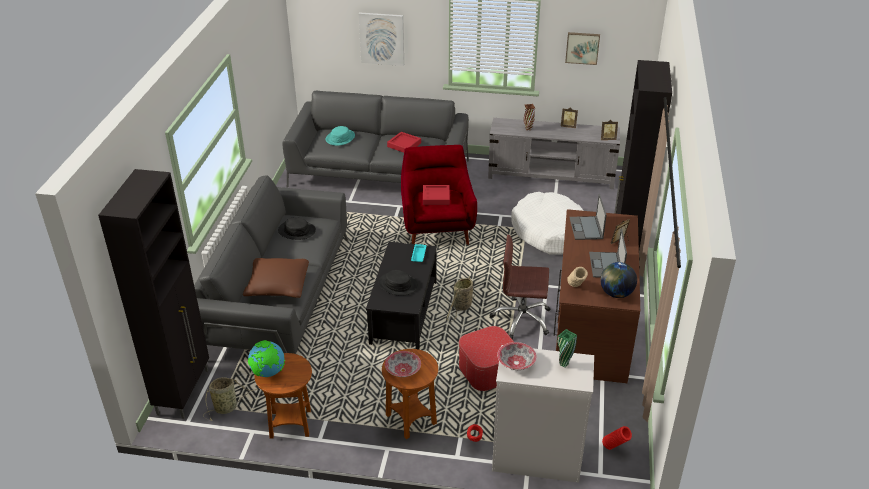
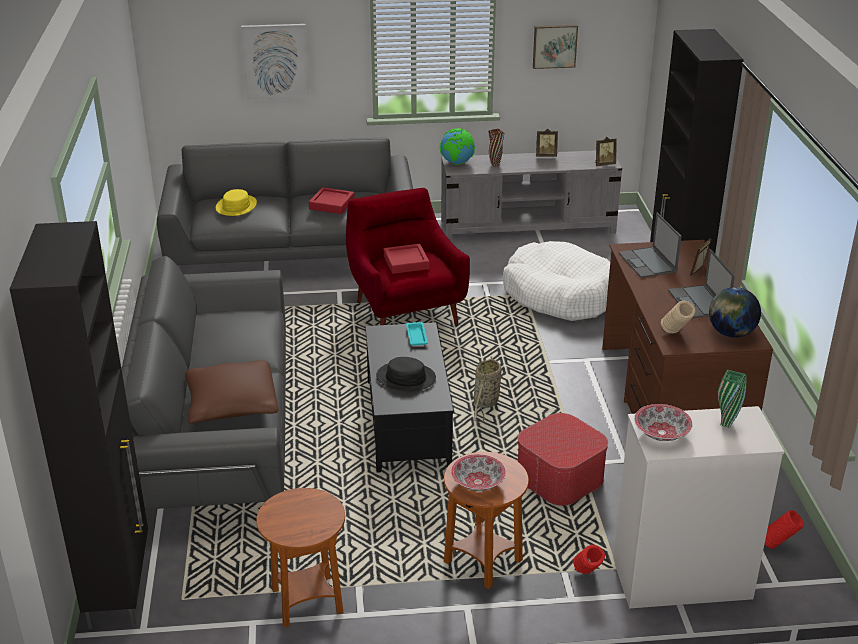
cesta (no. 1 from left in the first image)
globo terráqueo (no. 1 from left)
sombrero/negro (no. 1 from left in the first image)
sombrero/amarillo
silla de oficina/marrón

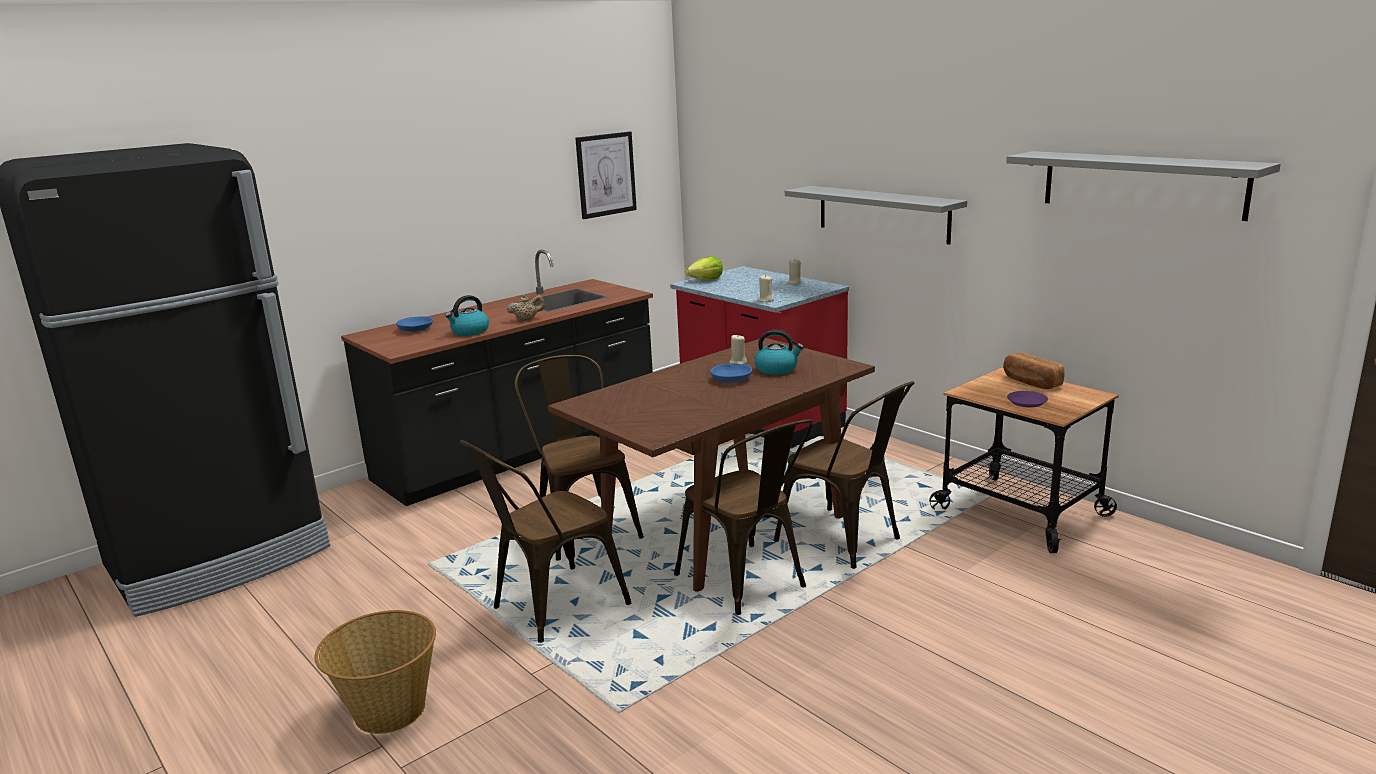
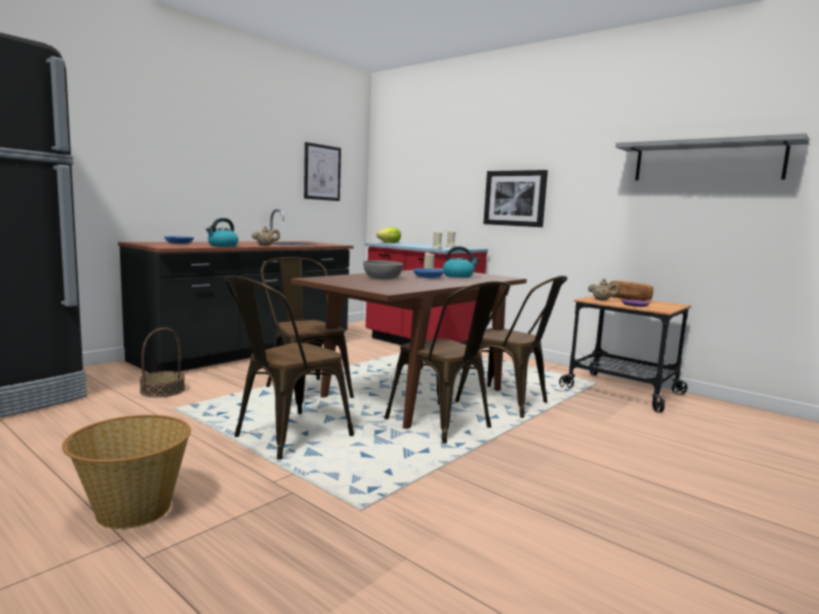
cuadro (no. 2 from left)
cesta (no. 2 from left)
cuenco/gris
tetera/beis (no. 2 from left)

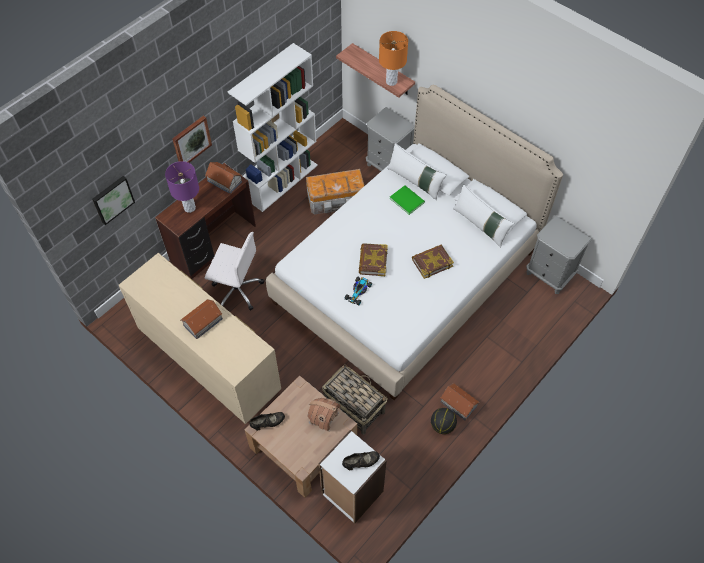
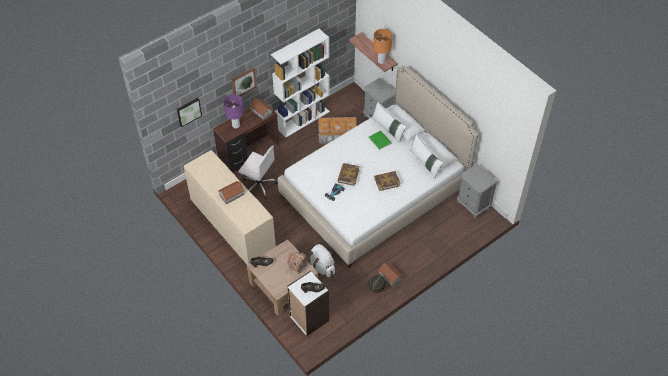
mochila/blanco

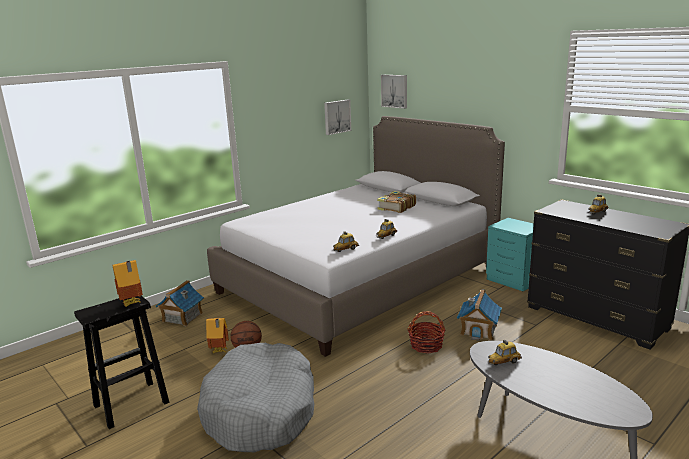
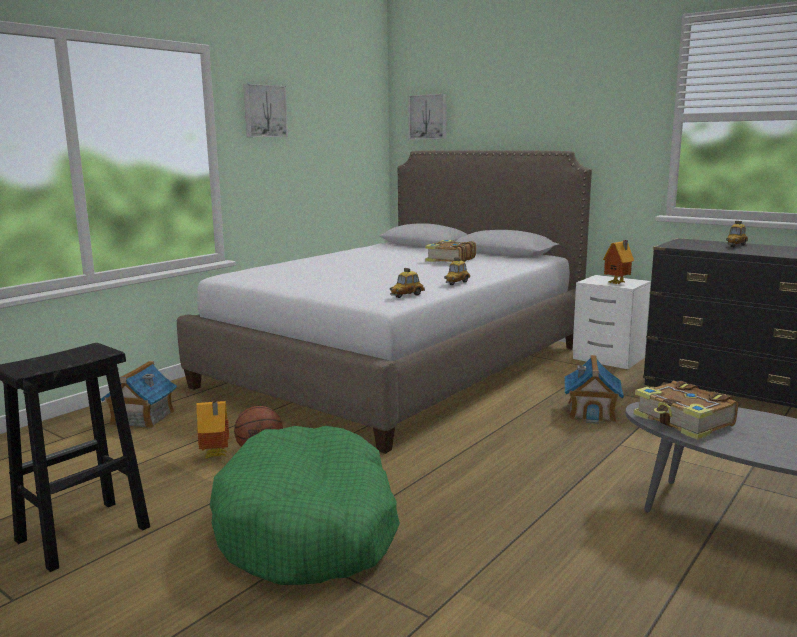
casita (no. 4 from left)
cama para perro/verde
cuadro (no. 1 from left)
cesta
mesita de noche/blanco
libro (no. 2 from left)

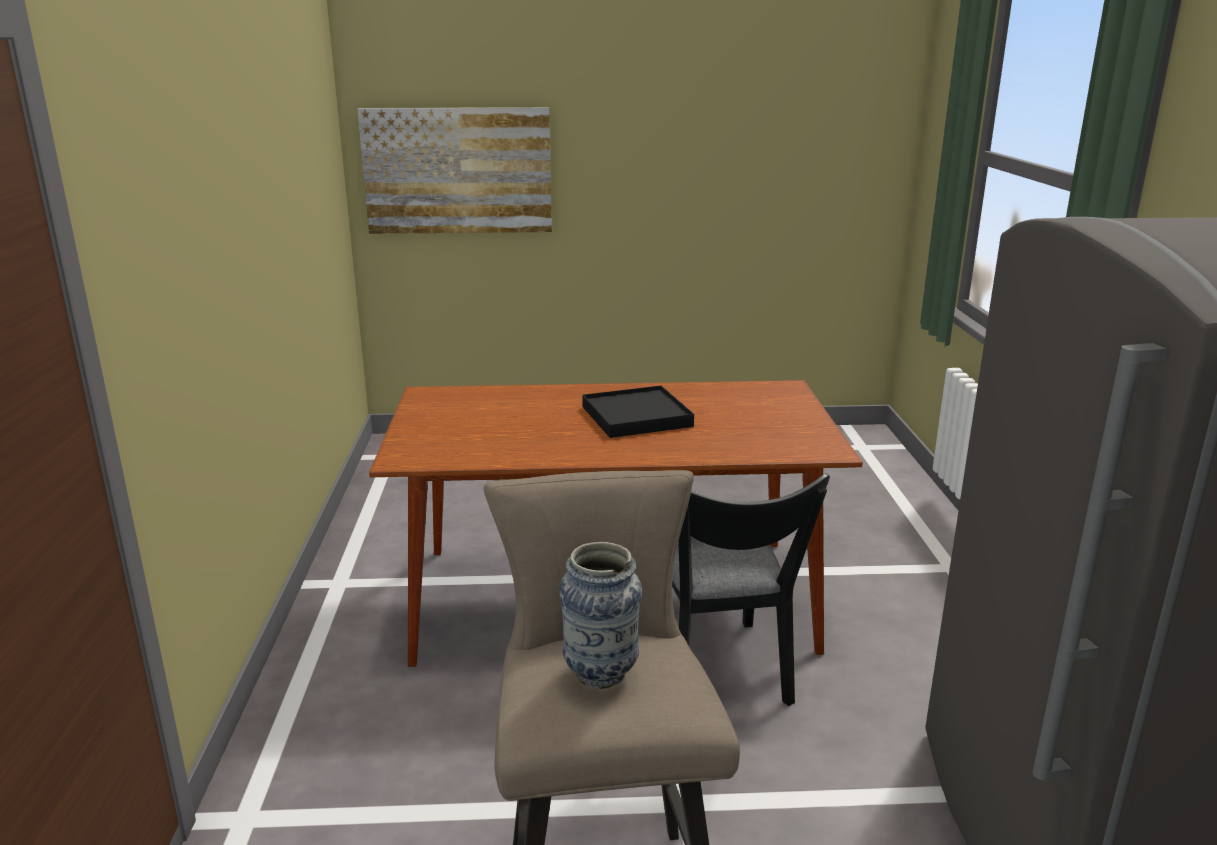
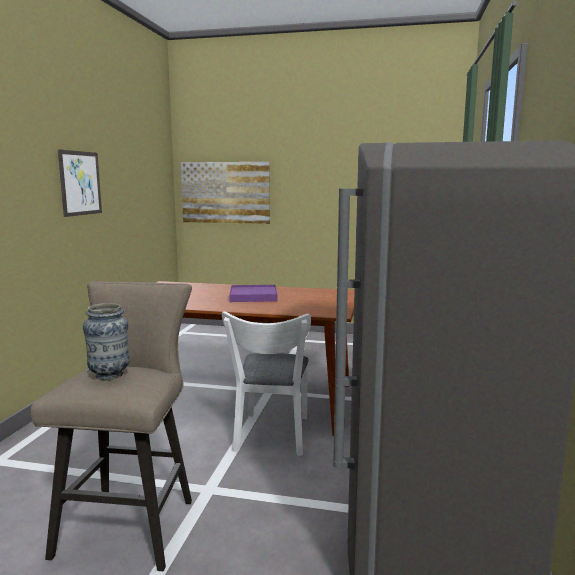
bandeja/morado
silla/blanco
cuadro (no. 1 from left)

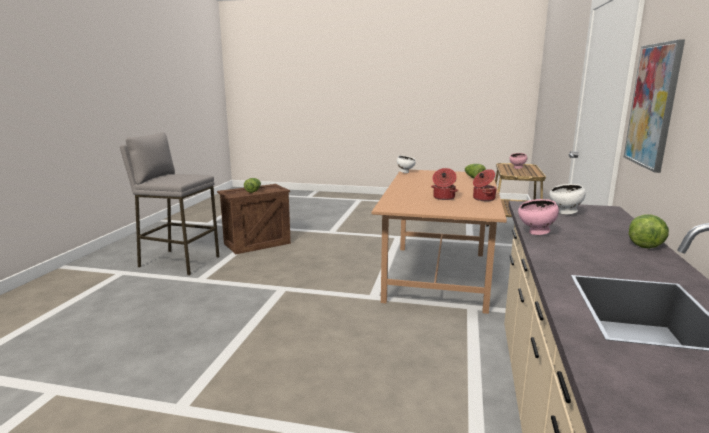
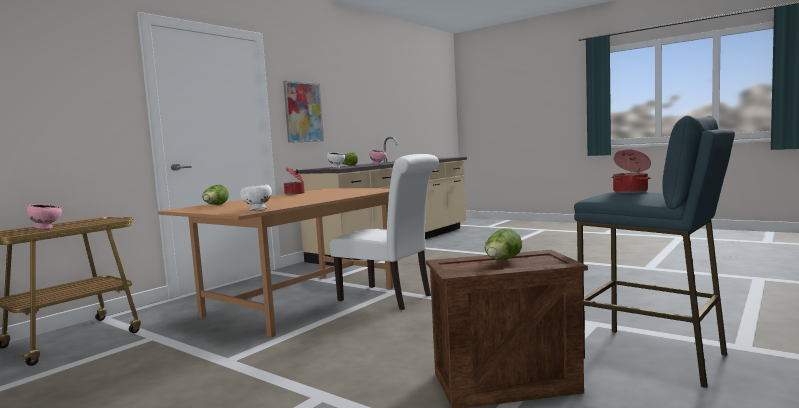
taburete/azul
olla (no. 2 from left)
silla/blanco

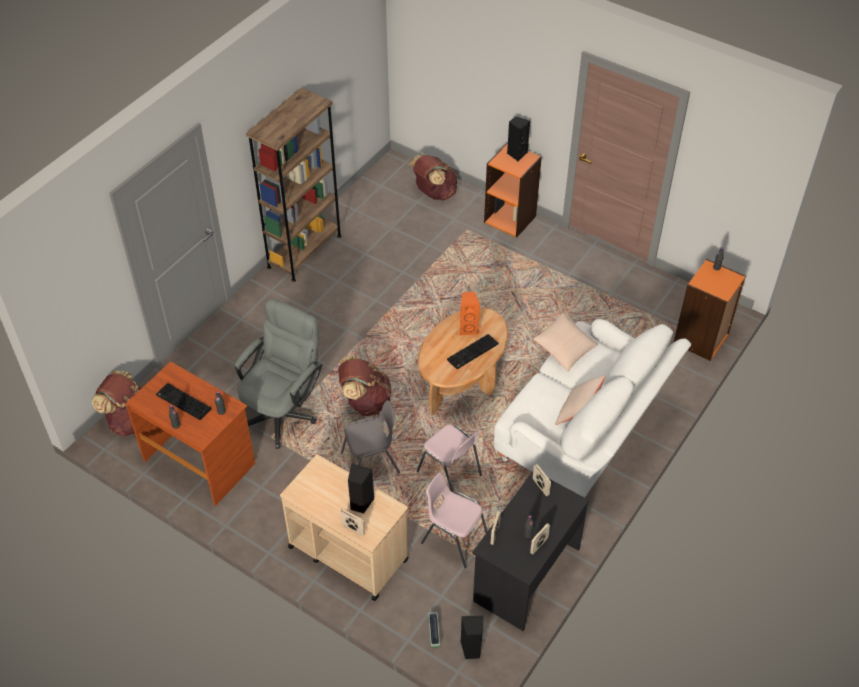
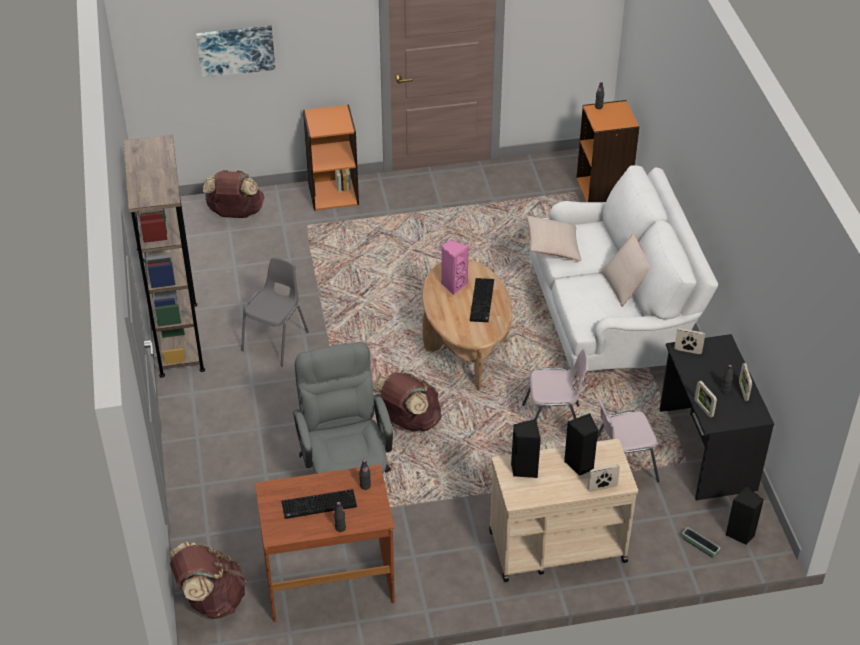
silla/gris
altavoz/rosa
altavoz/negro (no. 1 from left)
cuadro

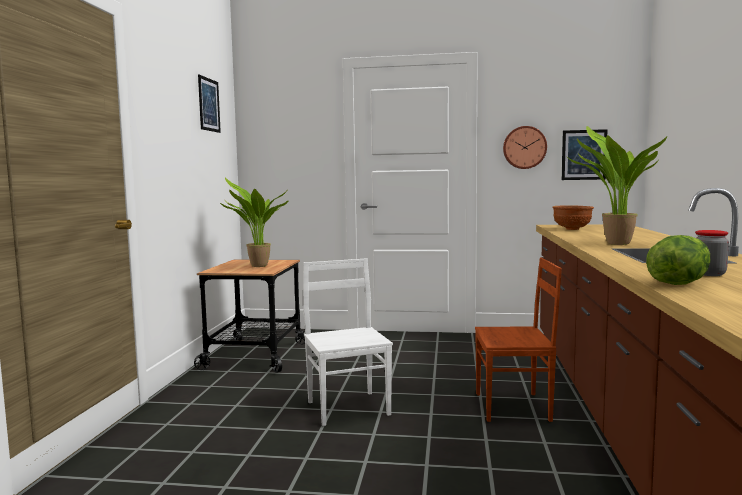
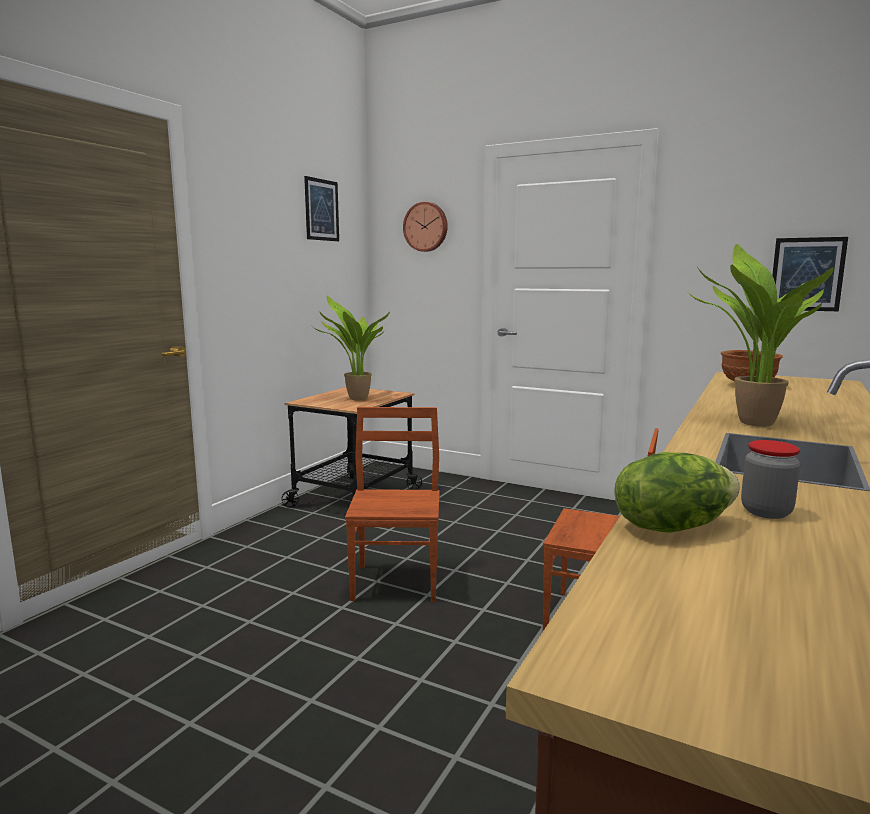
silla/marrón (no. 1 from left)
reloj de pared

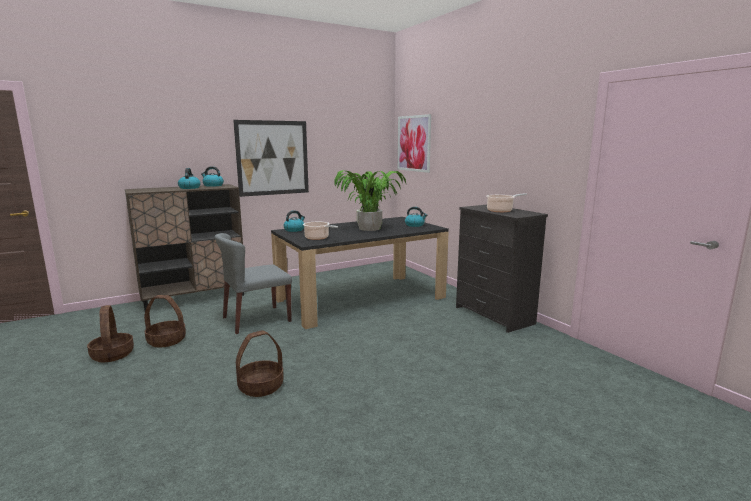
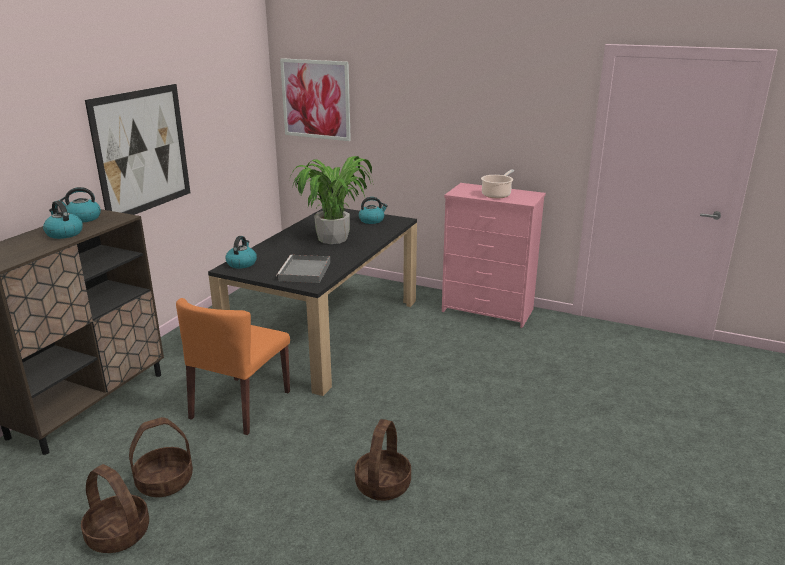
silla/naranja
bandeja/gris
cómoda/rosa

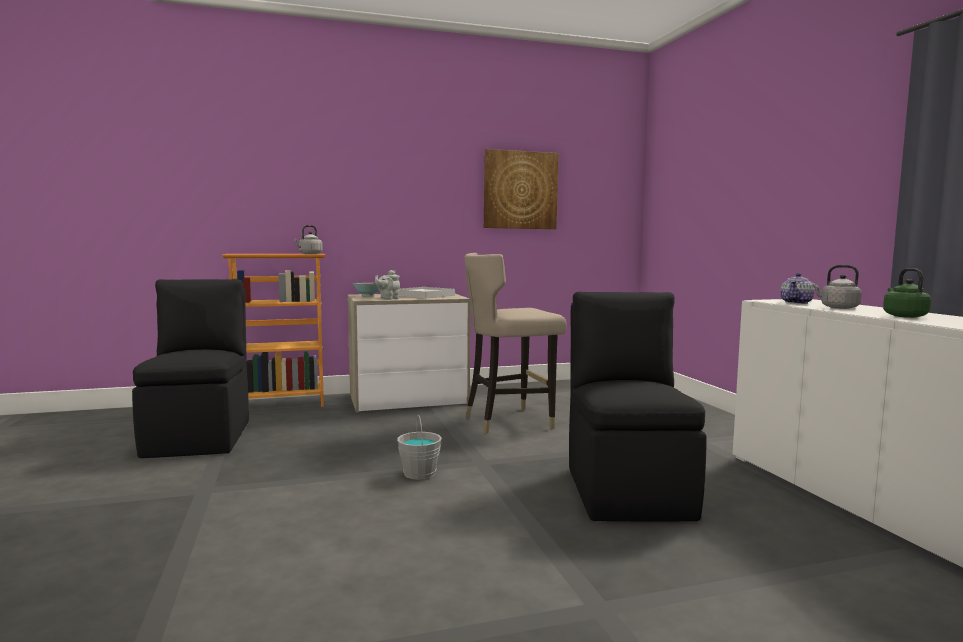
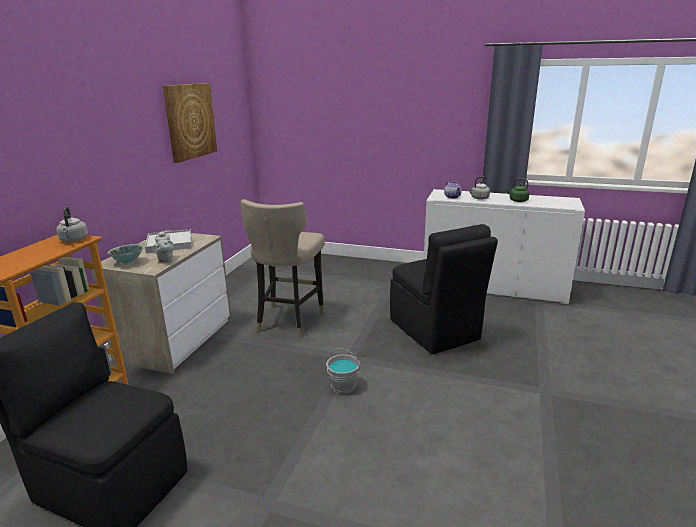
silla/negro (no. 2 from left)

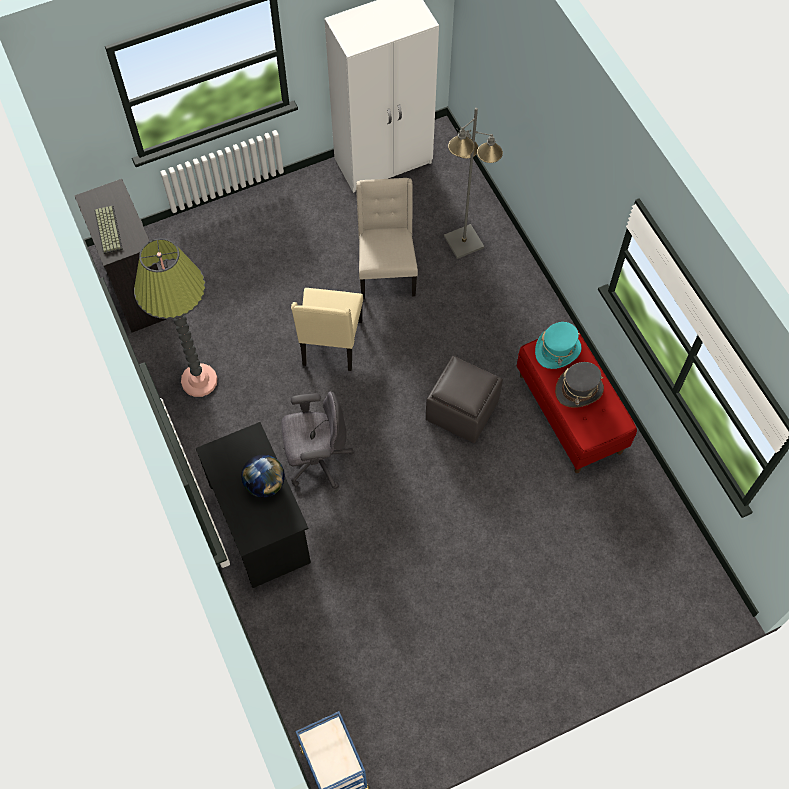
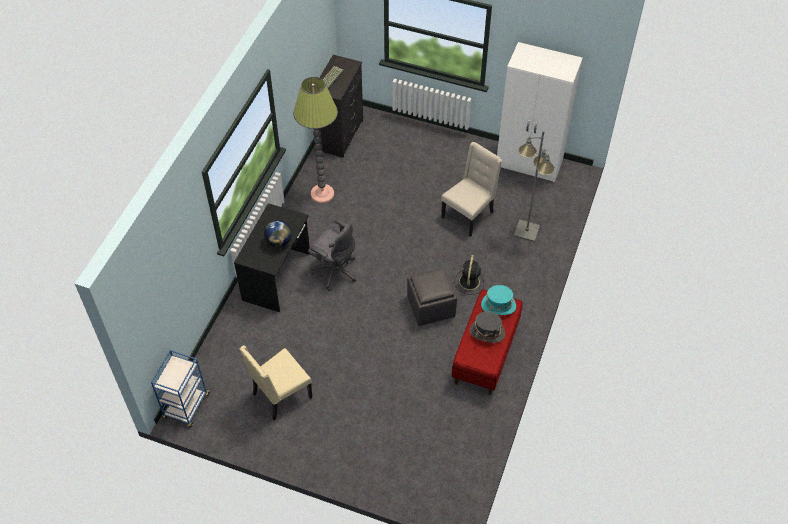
silla/beis (no. 1 from left)
ventilador/negro

